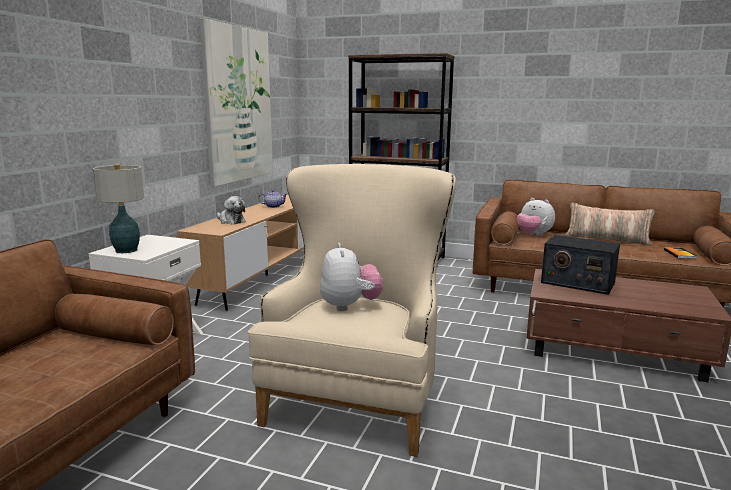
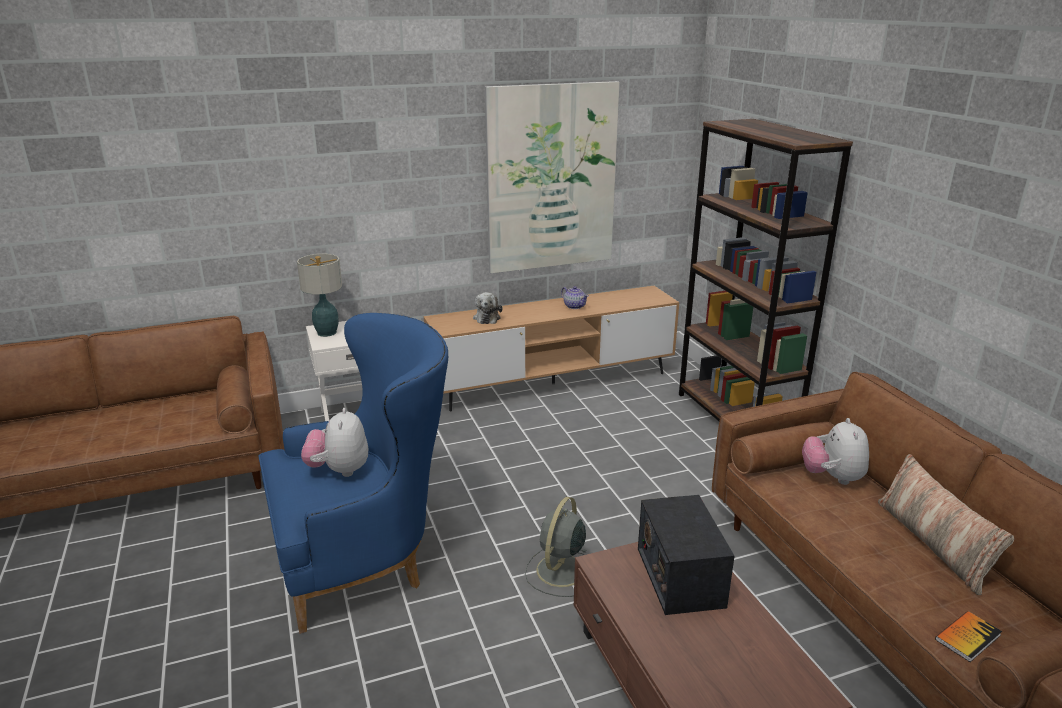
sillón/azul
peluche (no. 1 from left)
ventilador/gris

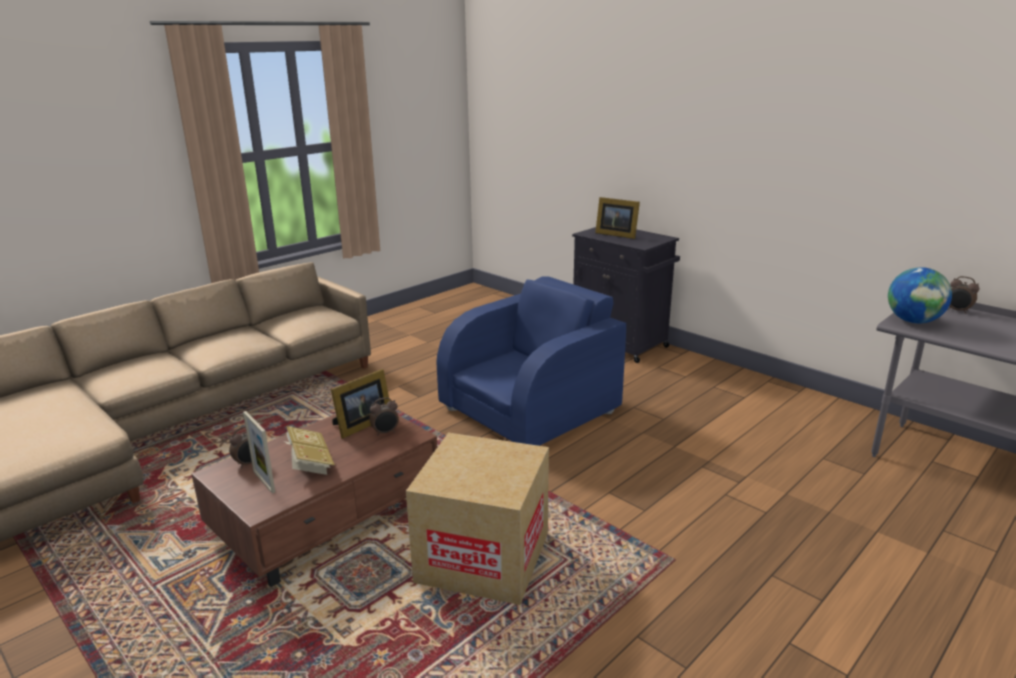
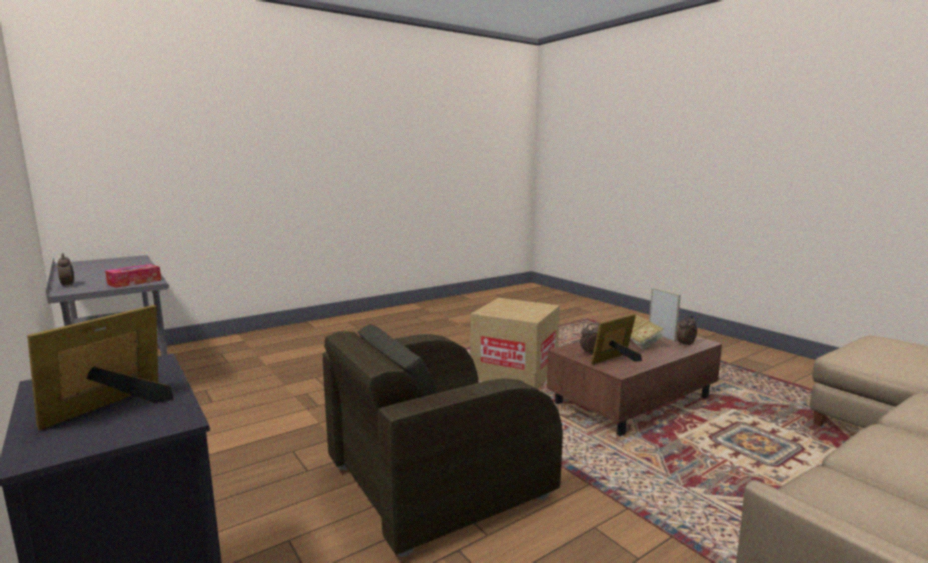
sillón/marrón
portarretratos (no. 1 from left)
caja de pañuelos

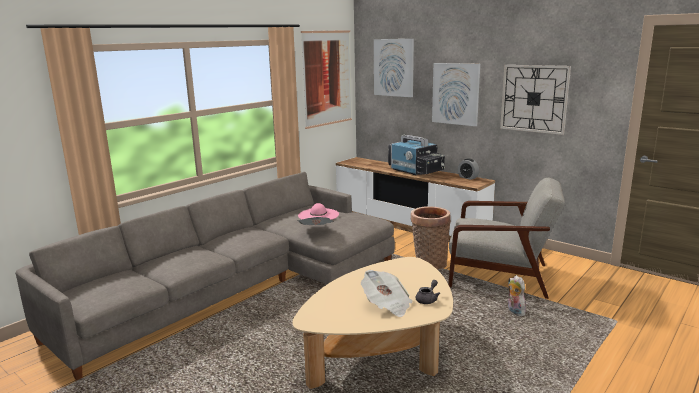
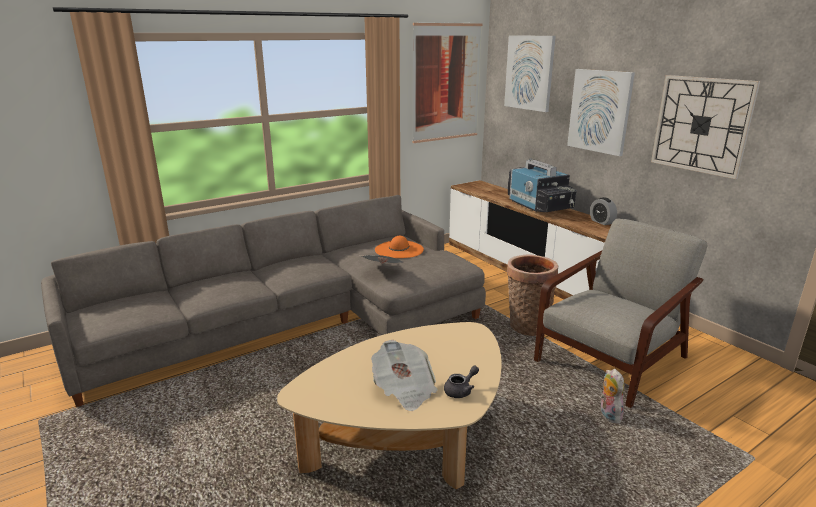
sombrero/naranja
sillón/gris

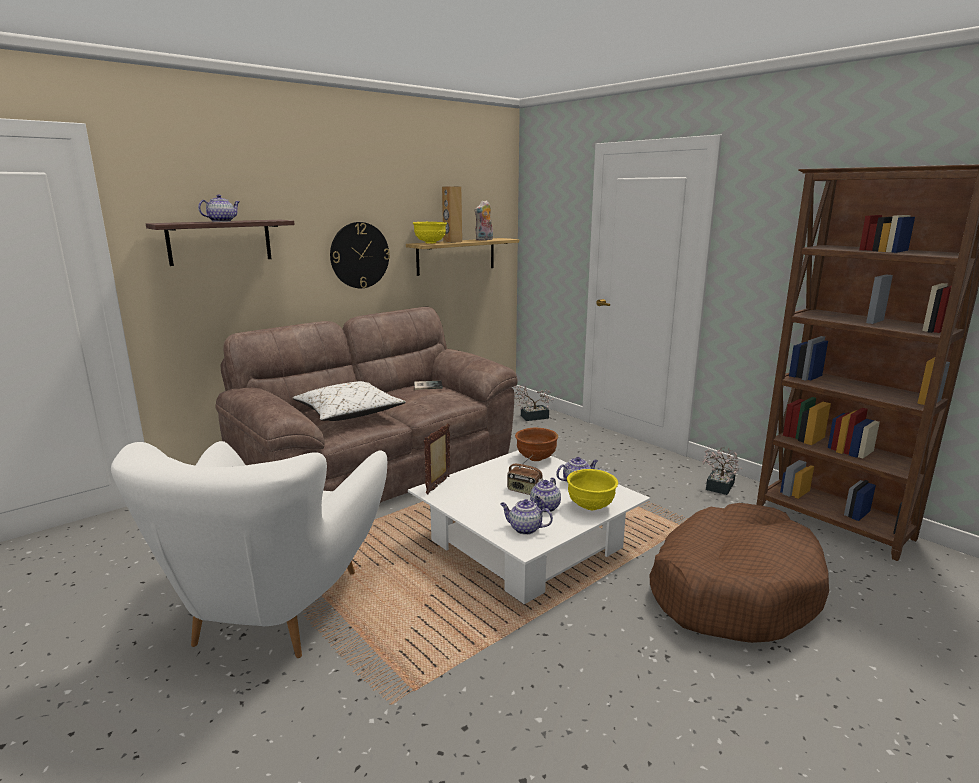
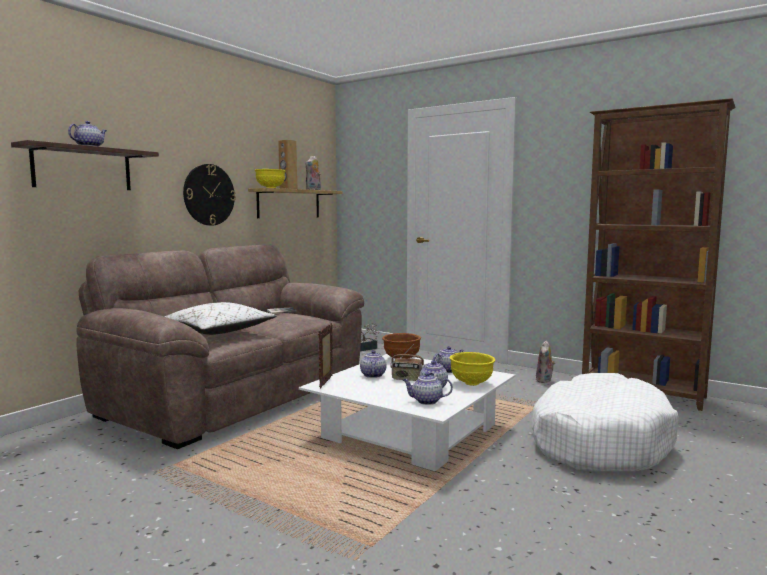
sillón/blanco
cama para perro/blanco
peluche (no. 2 from left)
tetera (no. 2 from left)

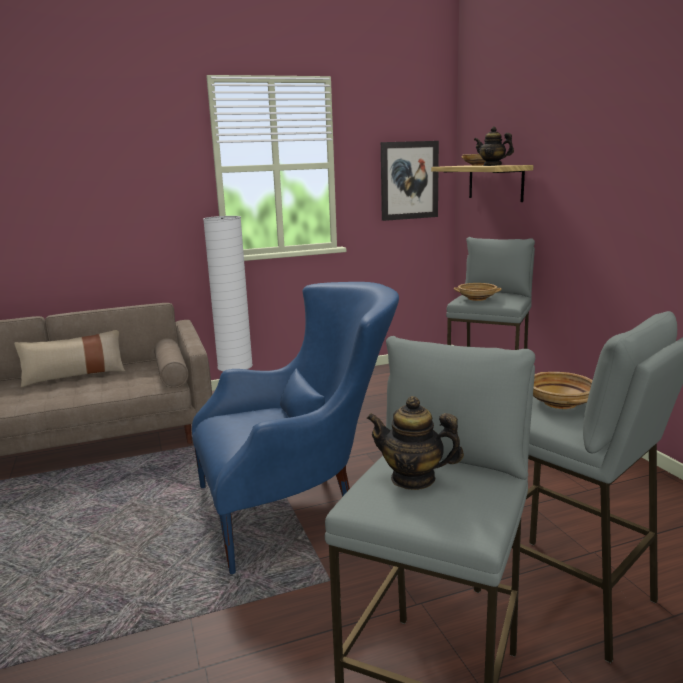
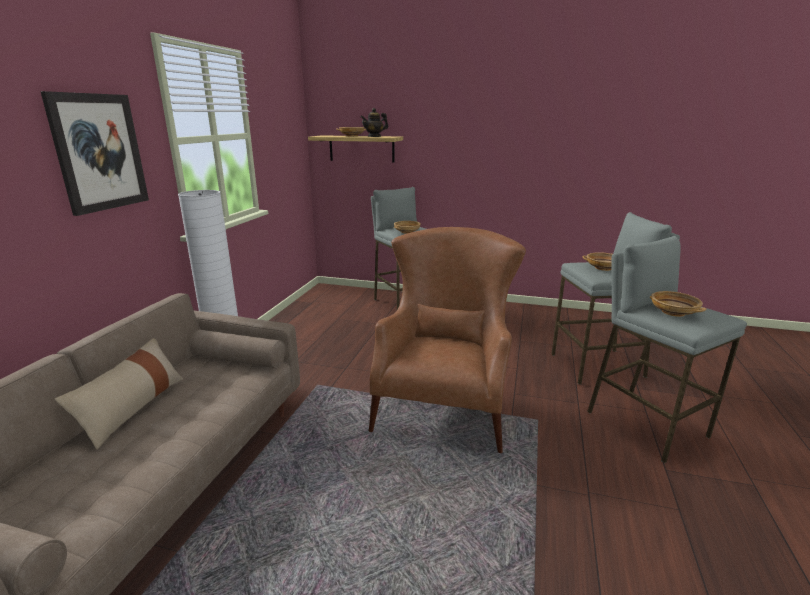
sillón/marrón
cuenco/beis (no. 4 from left)
cuadro

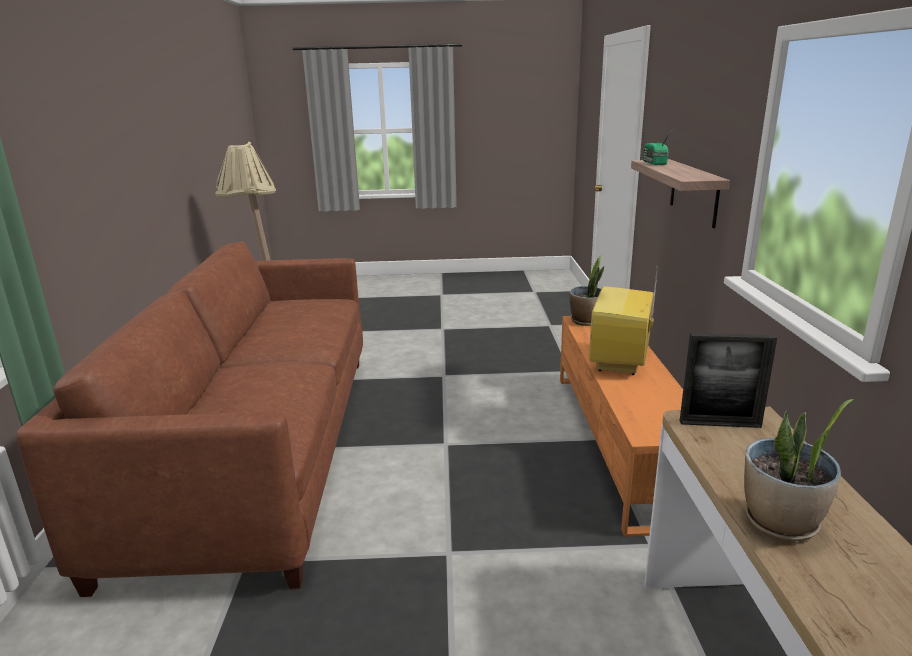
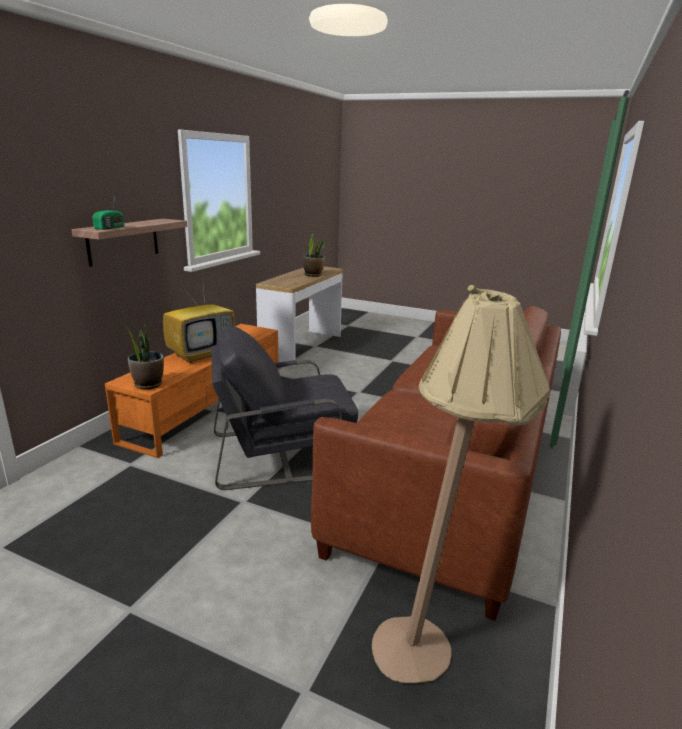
portarretratos
sillón/gris

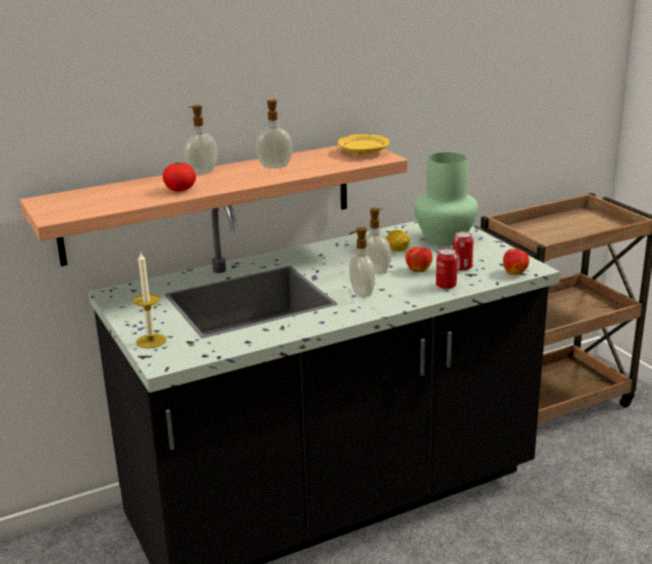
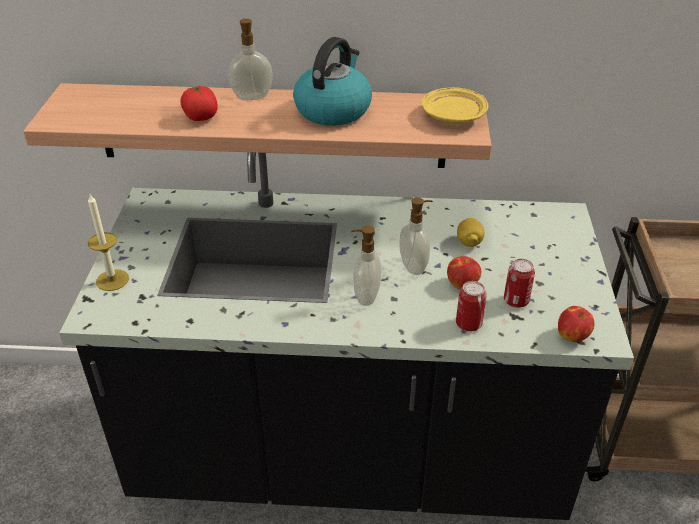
hervidor
florero/verde

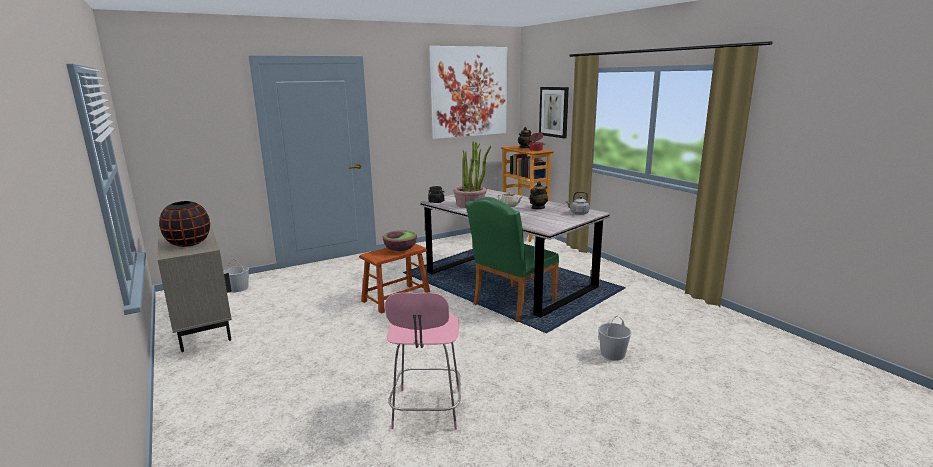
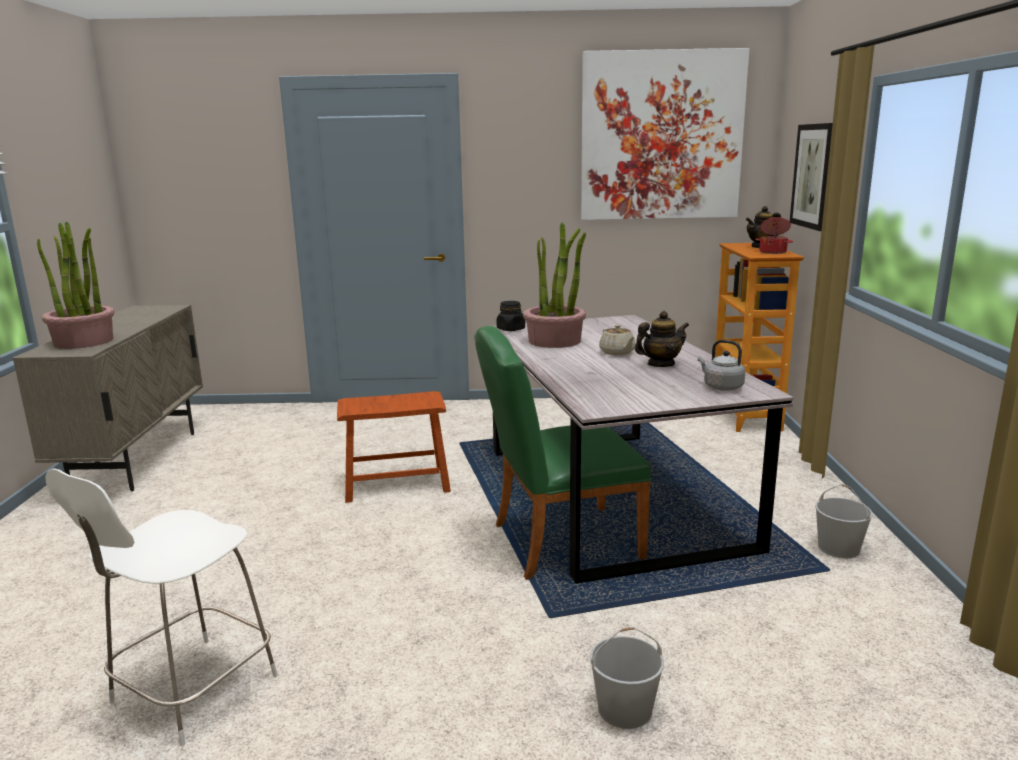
planta en maceta (no. 1 from left)
cubo/blanco (no. 2 from left)
cuenco
taburete/blanco

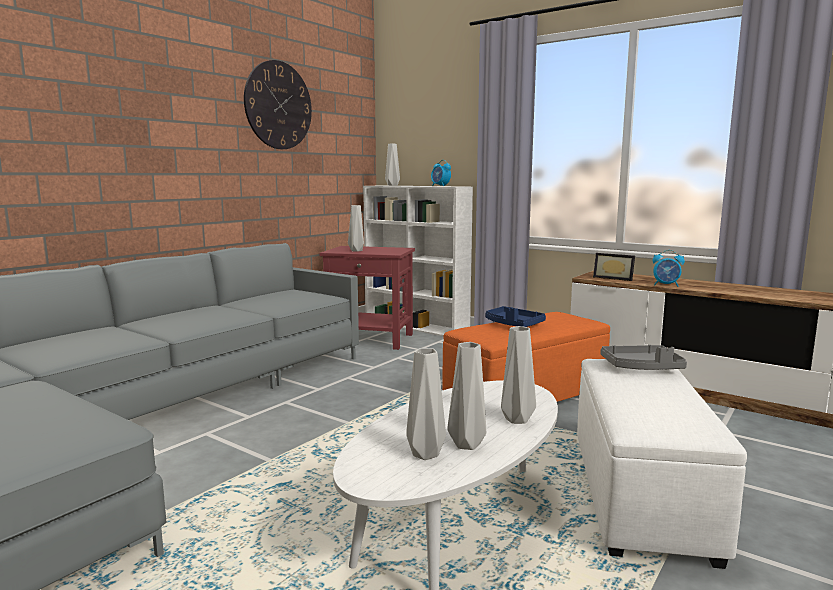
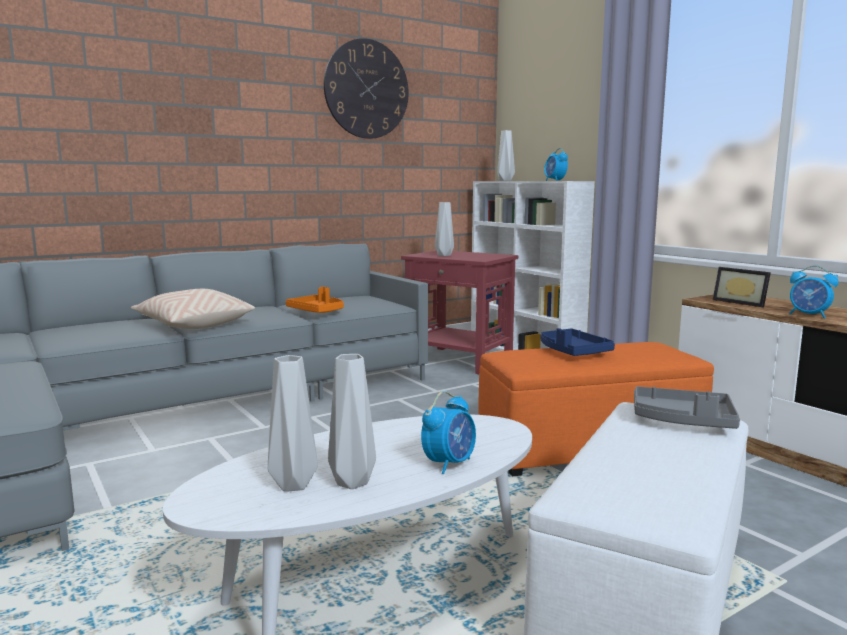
despertador (no. 1 from left)
cojín/beis
bandeja/naranja

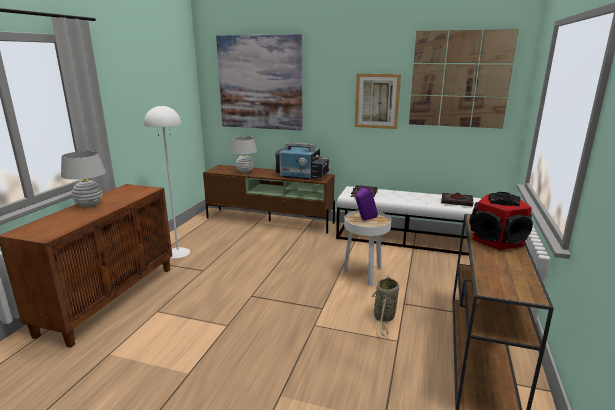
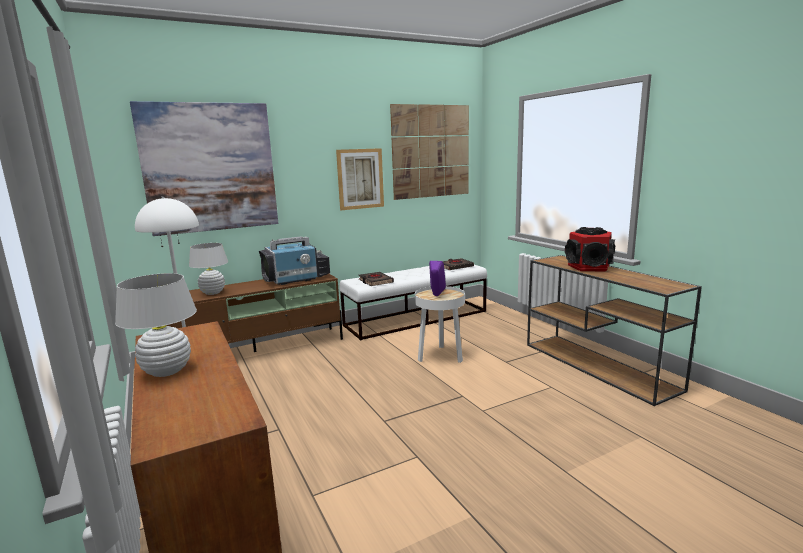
cesta

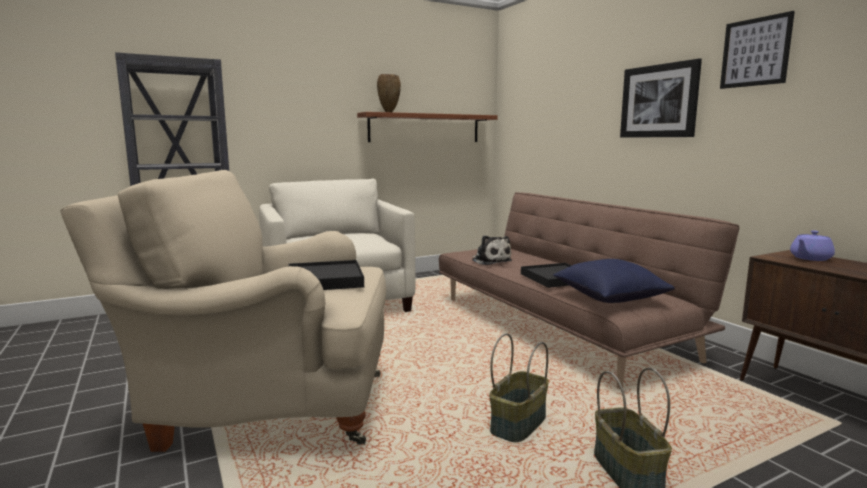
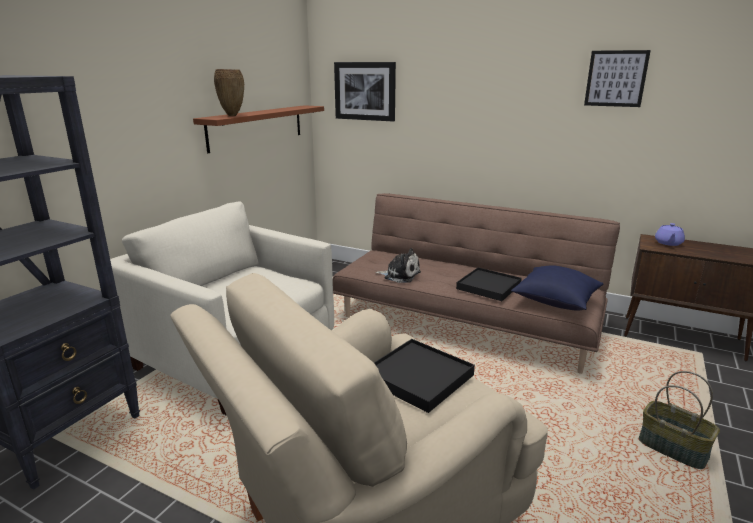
cesta (no. 1 from left in the first image)
cuadro (no. 1 from left)

